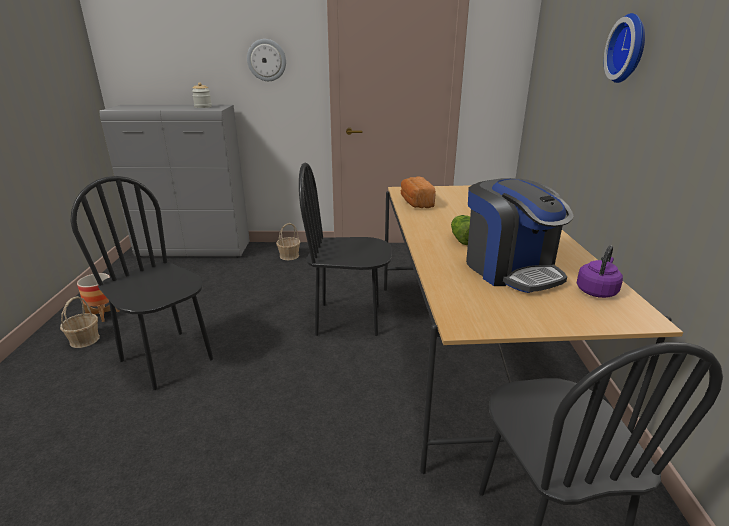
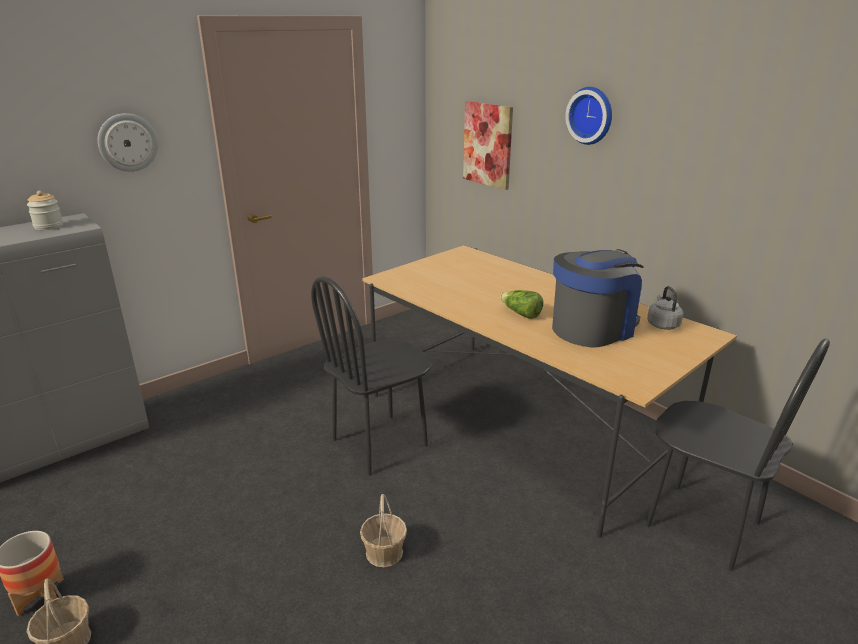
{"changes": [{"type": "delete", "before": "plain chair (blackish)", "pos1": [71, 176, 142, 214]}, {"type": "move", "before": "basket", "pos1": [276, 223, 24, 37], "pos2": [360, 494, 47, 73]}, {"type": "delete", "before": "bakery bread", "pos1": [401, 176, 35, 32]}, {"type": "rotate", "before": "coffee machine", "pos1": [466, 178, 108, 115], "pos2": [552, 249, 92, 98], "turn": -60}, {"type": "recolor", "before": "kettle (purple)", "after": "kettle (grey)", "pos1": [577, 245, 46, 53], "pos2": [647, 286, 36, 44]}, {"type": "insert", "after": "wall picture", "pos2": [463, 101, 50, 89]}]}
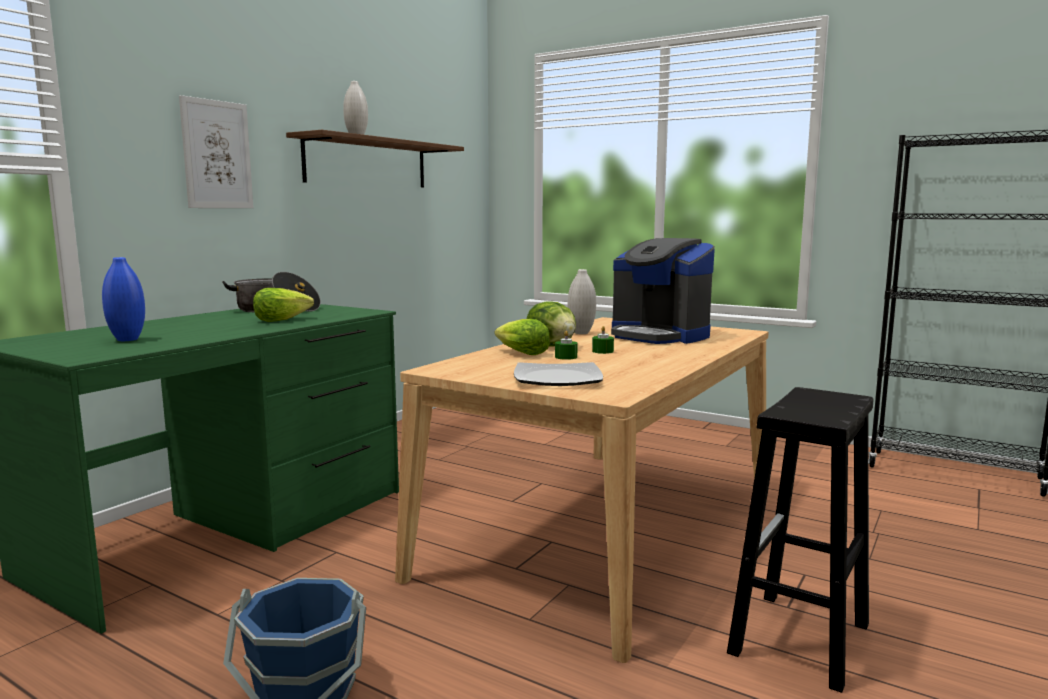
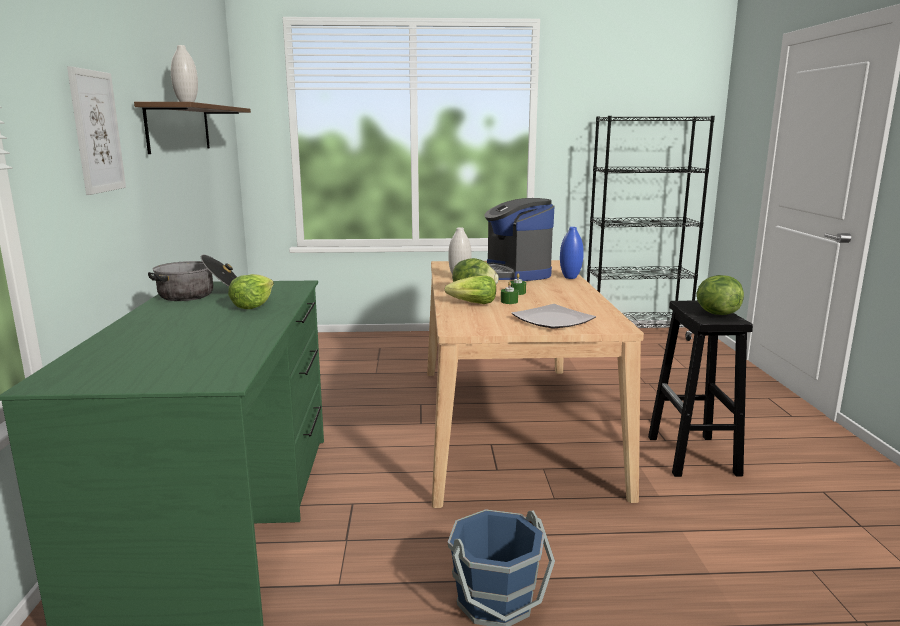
{"changes": [{"type": "move", "before": "decorative vase (blue)", "pos1": [102, 257, 43, 84], "pos2": [560, 227, 24, 52]}, {"type": "rotate", "before": "coffee machine", "pos1": [611, 238, 104, 106], "pos2": [485, 198, 69, 83], "turn": 60}, {"type": "insert", "after": "head of lettuce", "pos2": [697, 275, 47, 40]}]}
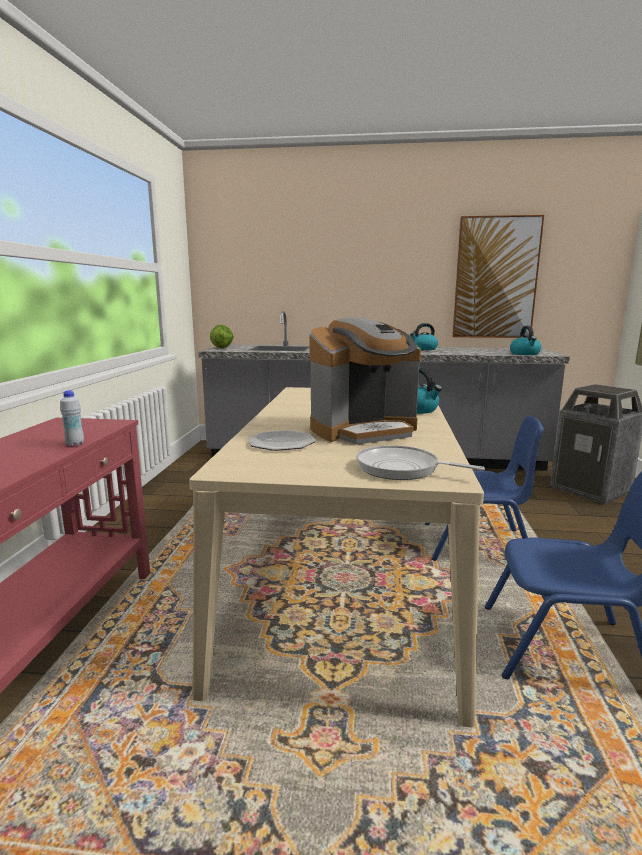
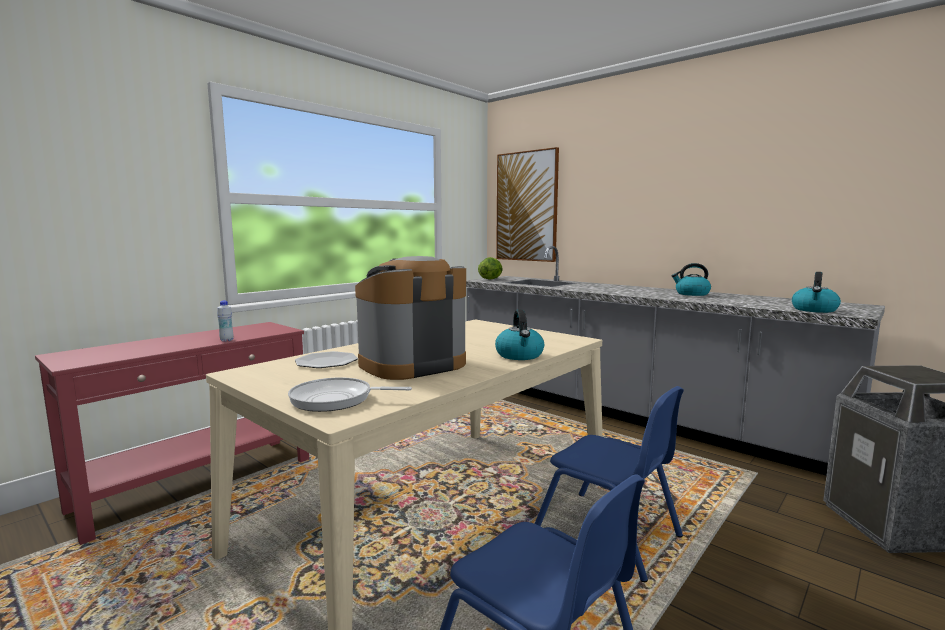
{"changes": [{"type": "rotate", "before": "coffee machine", "pos1": [309, 317, 112, 128], "pos2": [355, 256, 111, 124], "turn": 135}, {"type": "rotate", "before": "pan", "pos1": [356, 445, 129, 35], "pos2": [288, 377, 124, 35], "turn": -60}, {"type": "move", "before": "wall picture", "pos1": [452, 215, 92, 123], "pos2": [496, 147, 63, 115]}]}
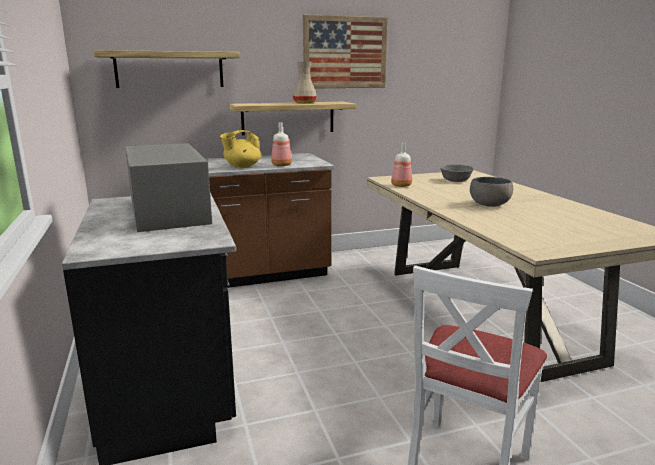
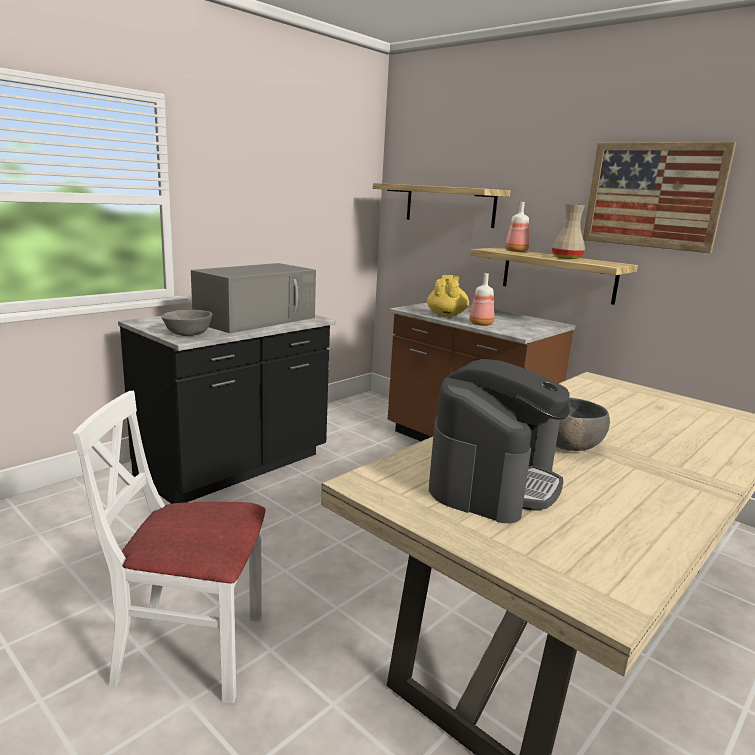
{"changes": [{"type": "rotate", "before": "pot for tea (yellow)", "pos1": [220, 130, 41, 38], "pos2": [427, 275, 42, 42], "turn": 75}, {"type": "move", "before": "bottle", "pos1": [391, 143, 21, 44], "pos2": [505, 202, 24, 50]}, {"type": "move", "before": "serving bowl (grey)", "pos1": [440, 164, 34, 18], "pos2": [161, 310, 51, 26]}, {"type": "insert", "after": "coffee machine", "pos2": [429, 359, 141, 164]}]}
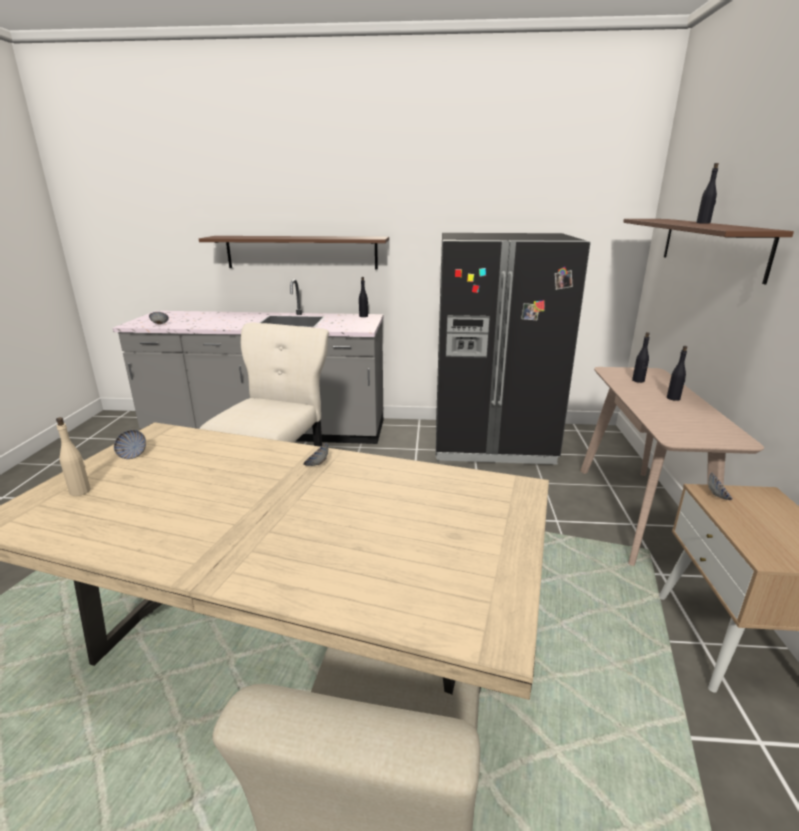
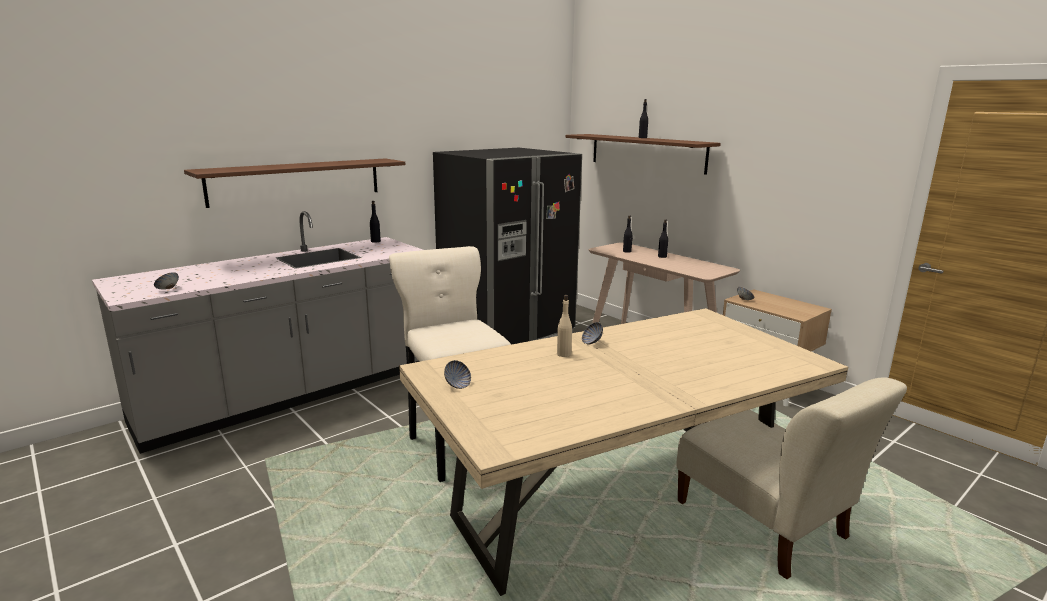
{"changes": [{"type": "move", "before": "bottle (beige)", "pos1": [56, 417, 35, 79], "pos2": [557, 295, 15, 62]}]}
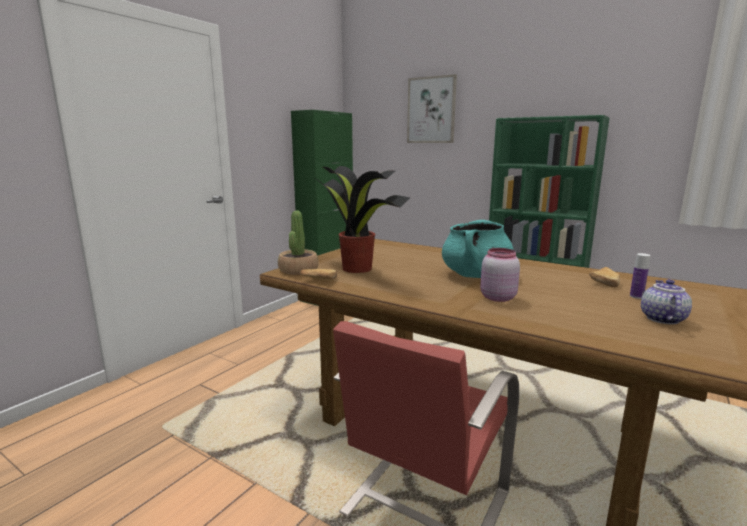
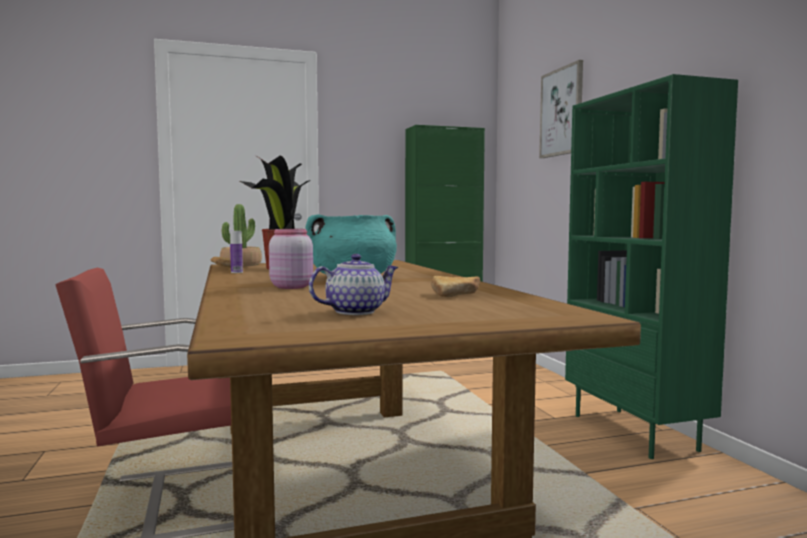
{"changes": [{"type": "move", "before": "bottle", "pos1": [630, 253, 21, 46], "pos2": [230, 231, 13, 42]}]}
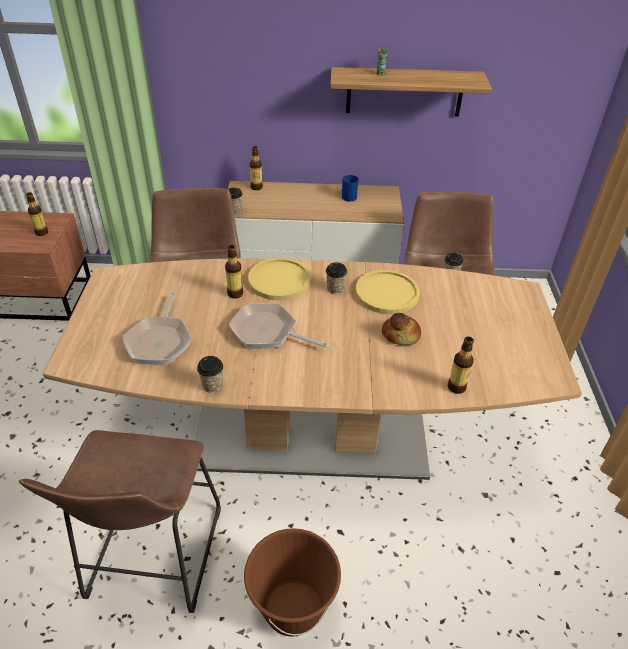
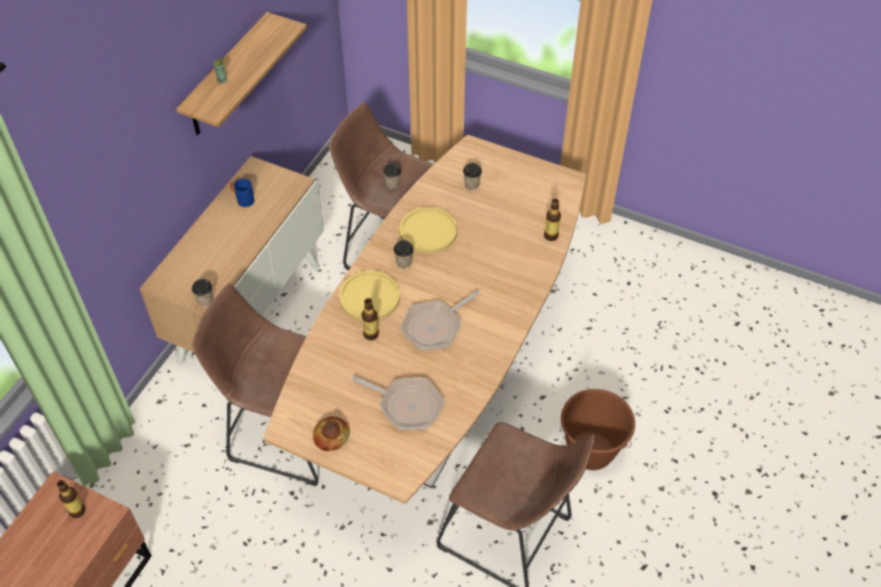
{"changes": [{"type": "move", "before": "drinking cup", "pos1": [197, 356, 26, 37], "pos2": [463, 163, 19, 27]}, {"type": "delete", "before": "bottle", "pos1": [250, 146, 13, 44]}, {"type": "move", "before": "bakery bread", "pos1": [382, 313, 39, 32], "pos2": [313, 416, 37, 35]}]}
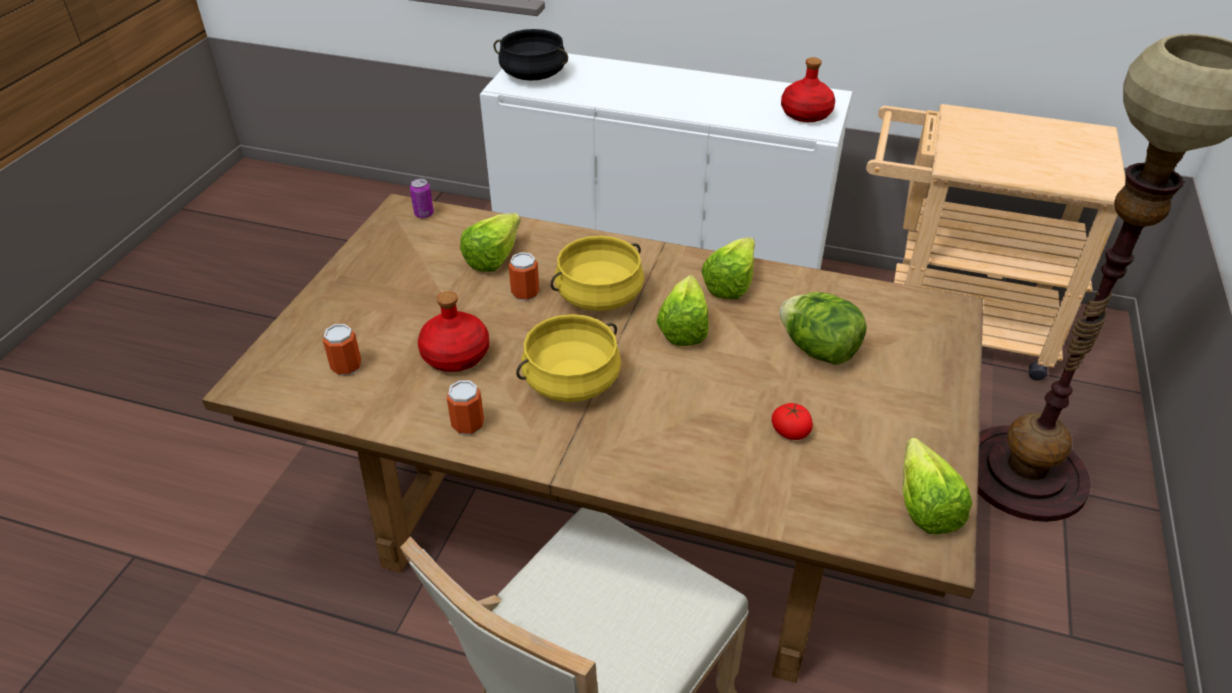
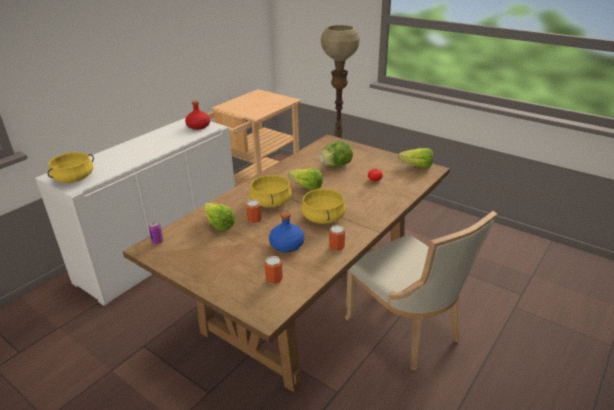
{"changes": [{"type": "recolor", "before": "bottle (red-coloured)", "after": "bottle (blue)", "pos1": [418, 291, 71, 81], "pos2": [269, 211, 35, 41]}, {"type": "recolor", "before": "saucepot (blackish)", "after": "saucepot (yellow)", "pos1": [494, 29, 74, 51], "pos2": [47, 152, 47, 31]}, {"type": "delete", "before": "head of lettuce", "pos1": [701, 237, 54, 62]}]}
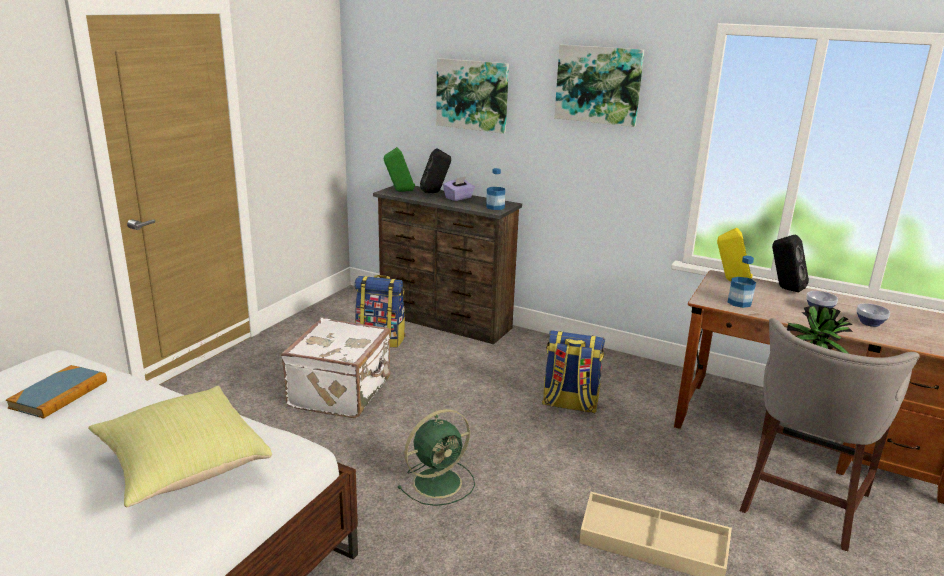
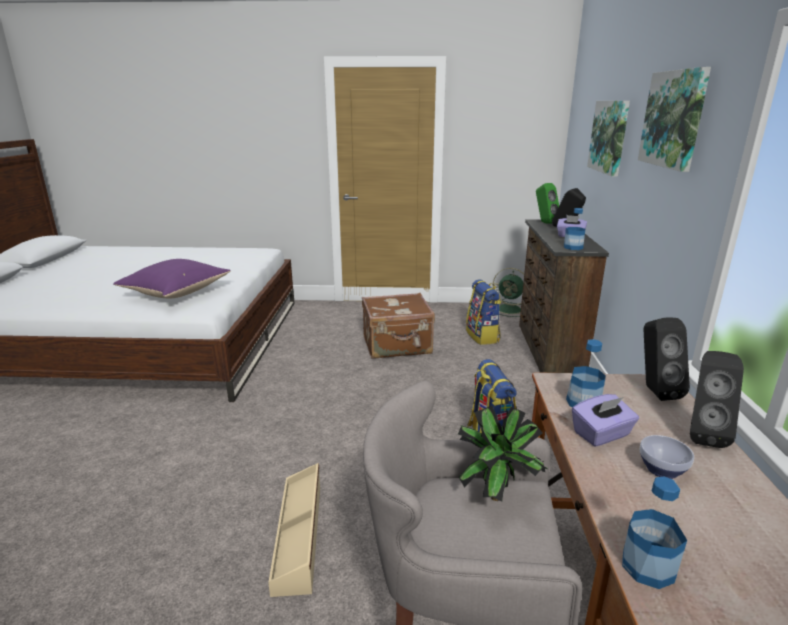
{"changes": [{"type": "delete", "before": "book", "pos1": [6, 365, 101, 54]}, {"type": "recolor", "before": "pillow (yellow)", "after": "pillow (purple)", "pos1": [88, 386, 184, 121], "pos2": [113, 259, 118, 40]}, {"type": "recolor", "before": "travel case (white-coloured)", "after": "travel case (brown)", "pos1": [281, 318, 110, 100], "pos2": [362, 293, 73, 66]}, {"type": "move", "before": "cooling fan (green-coloured)", "pos1": [397, 409, 78, 97], "pos2": [493, 268, 31, 49]}, {"type": "recolor", "before": "audio speaker (yellow)", "after": "audio speaker (blackish)", "pos1": [717, 228, 36, 53], "pos2": [644, 318, 46, 83]}, {"type": "delete", "before": "serving bowl", "pos1": [856, 303, 34, 24]}, {"type": "insert", "after": "box of tissues (purple)", "pos2": [572, 394, 67, 52]}, {"type": "insert", "after": "bottle", "pos2": [622, 476, 65, 113]}]}
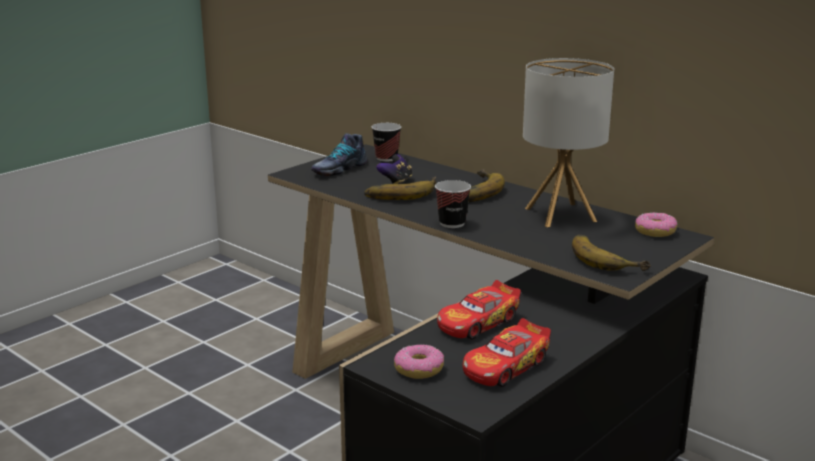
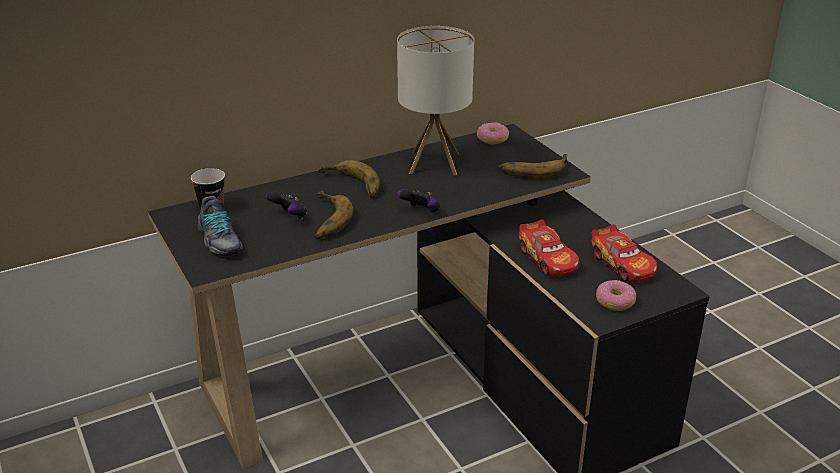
{"changes": [{"type": "replace", "before": "drinking cup", "after": "gamepad", "pos1": [435, 180, 36, 48], "pos2": [398, 189, 42, 24]}]}
